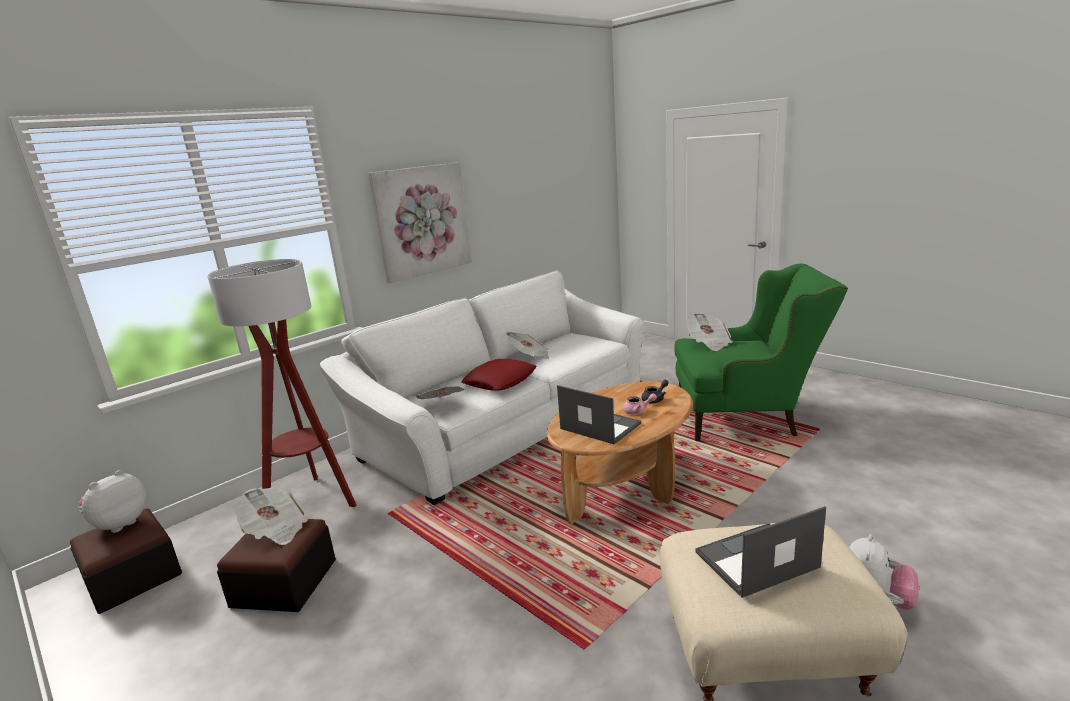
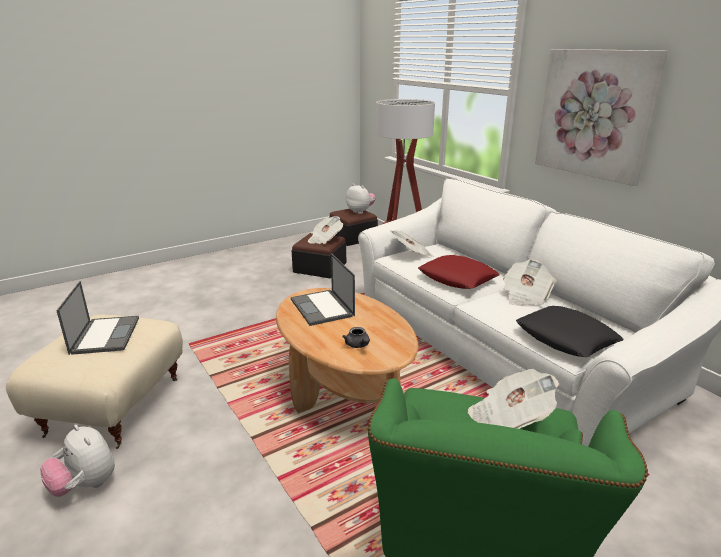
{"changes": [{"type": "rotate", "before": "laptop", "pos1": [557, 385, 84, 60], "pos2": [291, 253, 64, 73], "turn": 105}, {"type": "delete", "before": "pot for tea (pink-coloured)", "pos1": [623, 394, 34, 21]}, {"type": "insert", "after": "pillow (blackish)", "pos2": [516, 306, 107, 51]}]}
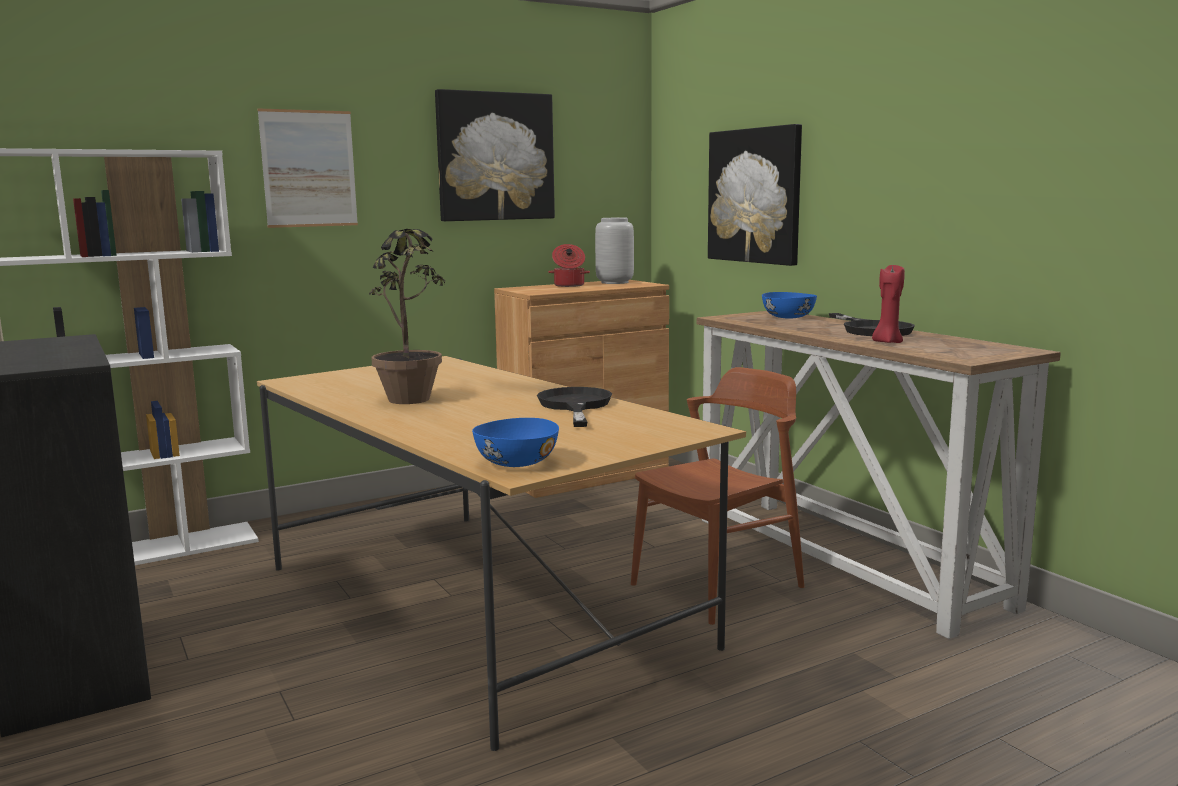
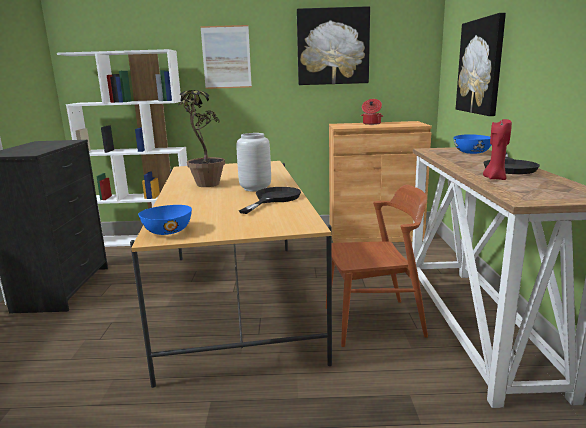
{"changes": [{"type": "move", "before": "decorative vase (grey)", "pos1": [595, 218, 39, 66], "pos2": [237, 133, 34, 59]}]}
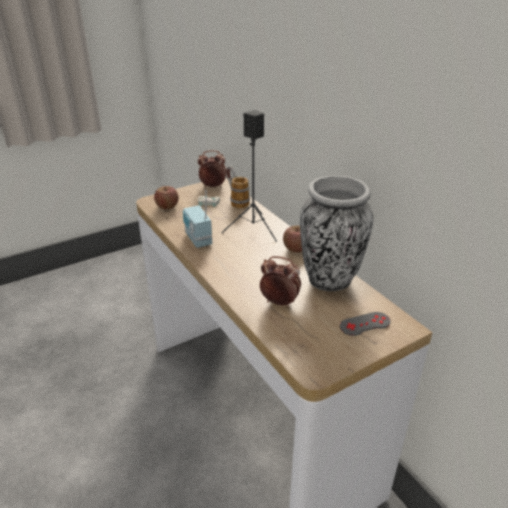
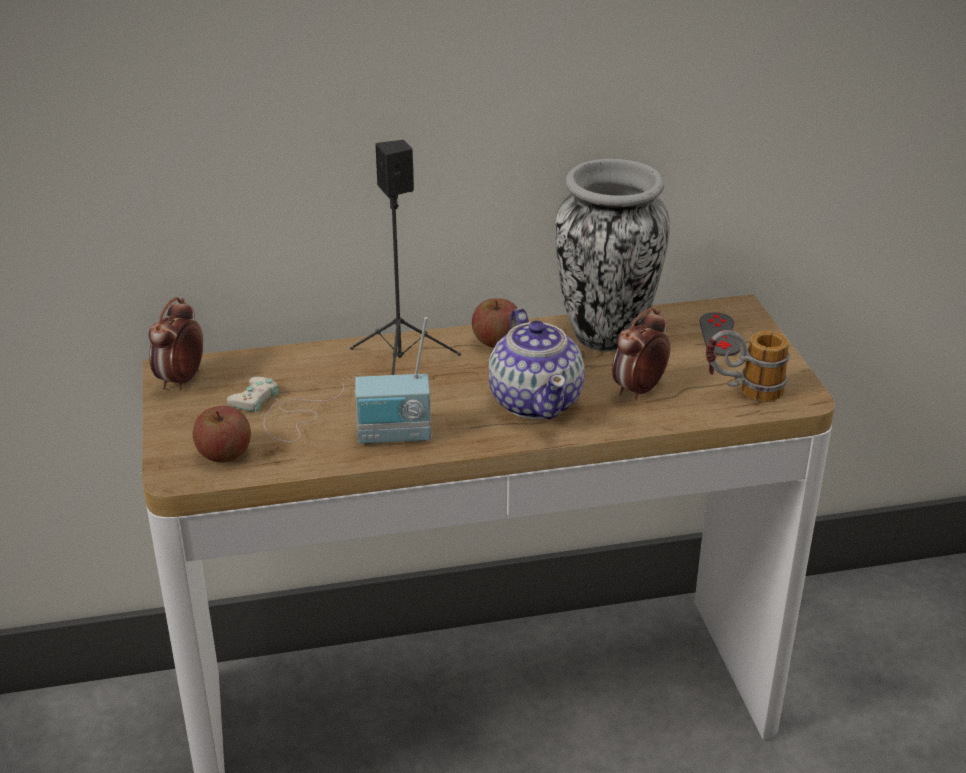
{"changes": [{"type": "move", "before": "mug", "pos1": [226, 166, 24, 43], "pos2": [706, 330, 84, 72]}, {"type": "insert", "after": "pot for tea", "pos2": [488, 308, 97, 112]}]}
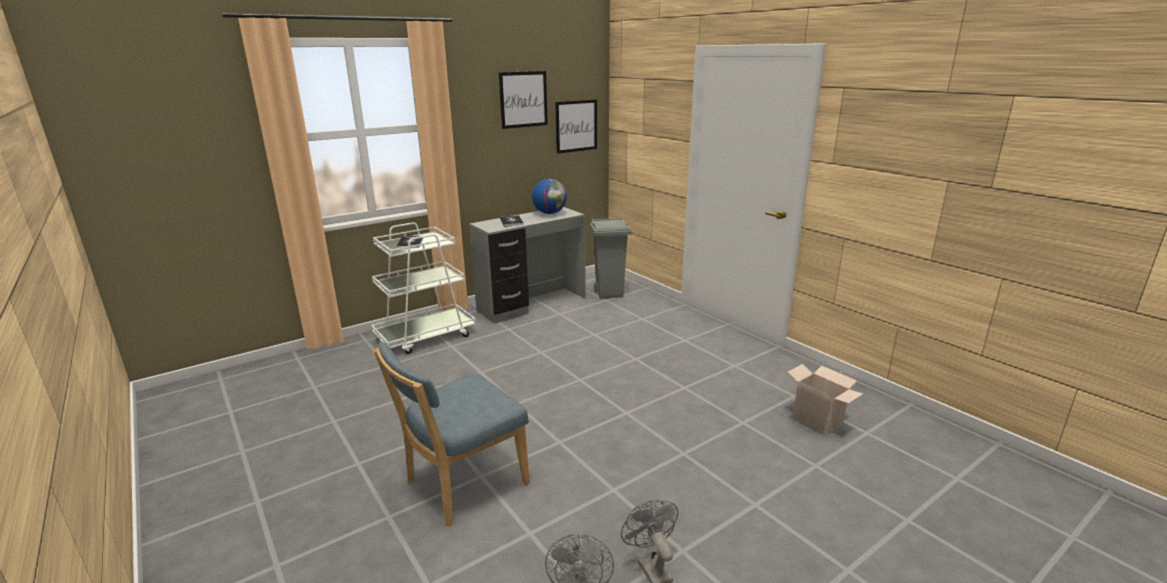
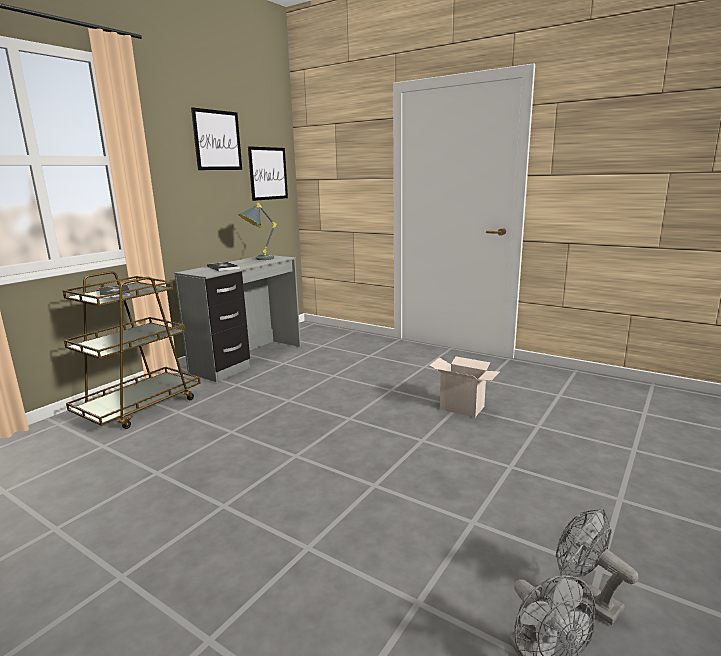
{"changes": [{"type": "recolor", "before": "trolley (white-coloured)", "after": "trolley (brown)", "pos1": [371, 222, 105, 132], "pos2": [62, 271, 139, 158]}, {"type": "delete", "before": "plain chair (blue)", "pos1": [374, 342, 156, 185]}, {"type": "replace", "before": "globe", "after": "lamp for a table (grey)", "pos1": [532, 179, 35, 35], "pos2": [238, 203, 39, 57]}, {"type": "delete", "before": "waste bin (grey)", "pos1": [590, 217, 42, 82]}, {"type": "move", "before": "cardboard box", "pos1": [788, 364, 75, 71], "pos2": [429, 357, 71, 61]}]}
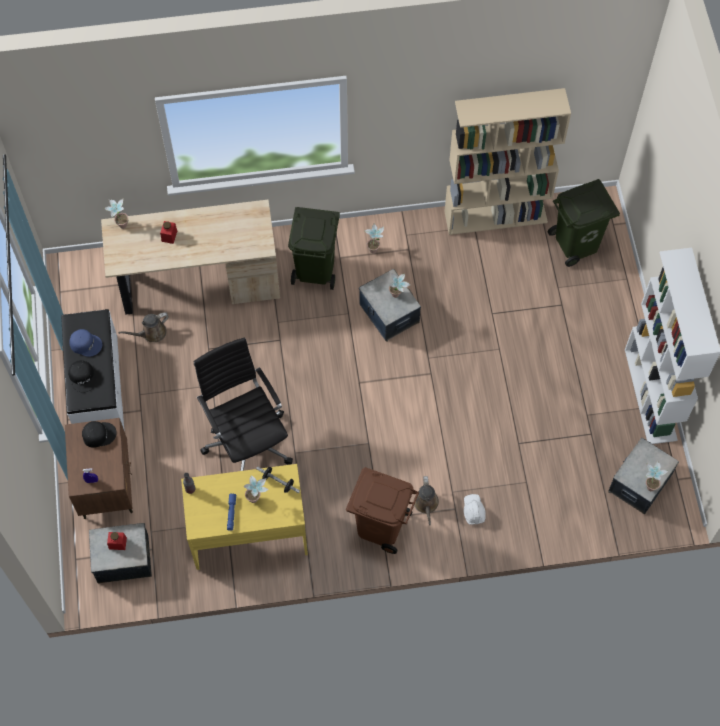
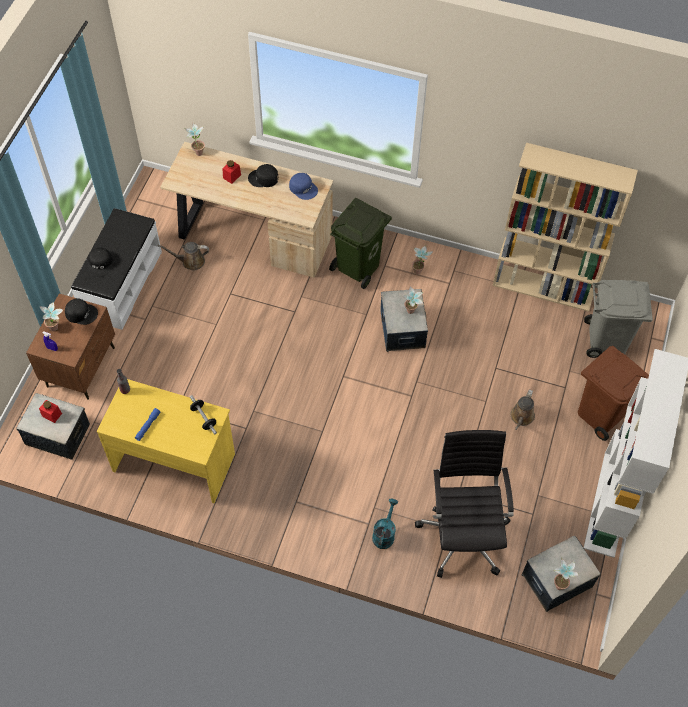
{"changes": [{"type": "move", "before": "cap (blue)", "pos1": [69, 329, 33, 28], "pos2": [289, 173, 29, 27]}, {"type": "move", "before": "office chair (blackish)", "pos1": [193, 337, 100, 134], "pos2": [415, 430, 99, 148]}, {"type": "move", "before": "plant in a pot", "pos1": [244, 476, 24, 27], "pos2": [39, 302, 25, 29]}, {"type": "move", "before": "waste bin (brown)", "pos1": [346, 467, 73, 87], "pos2": [578, 346, 71, 95]}, {"type": "move", "before": "watering can (brown)", "pos1": [414, 476, 25, 49], "pos2": [510, 389, 25, 41]}, {"type": "replace", "before": "hard hat (white-coloured)", "after": "watering can (blue-green)", "pos1": [464, 494, 22, 30], "pos2": [372, 499, 26, 50]}, {"type": "recolor", "before": "waste bin (green-coloured)", "after": "waste bin (grey)", "pos1": [548, 179, 72, 88], "pos2": [584, 280, 69, 78]}, {"type": "insert", "after": "cap (blackish)", "pos2": [248, 164, 30, 23]}]}
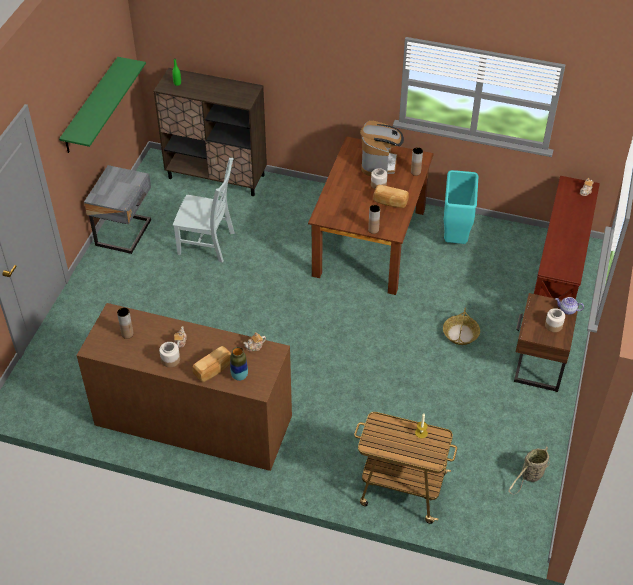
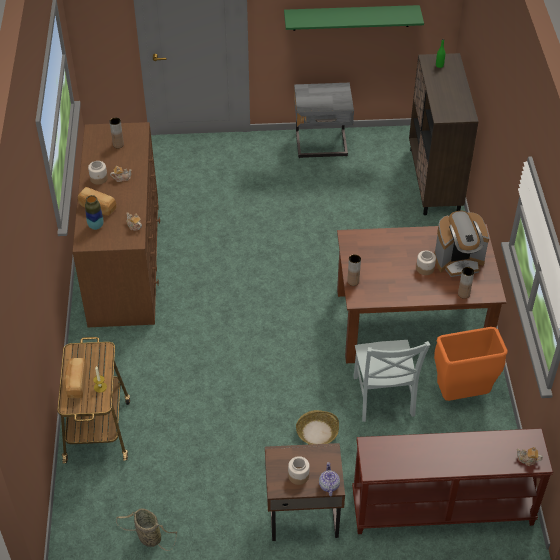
{"changes": [{"type": "move", "before": "plain chair (grey)", "pos1": [173, 158, 61, 104], "pos2": [353, 340, 77, 82]}, {"type": "move", "before": "bakery bread", "pos1": [373, 184, 36, 24], "pos2": [65, 358, 22, 40]}, {"type": "recolor", "before": "waste bin (blue-green)", "after": "waste bin (orange)", "pos1": [444, 170, 34, 74], "pos2": [434, 327, 74, 74]}]}
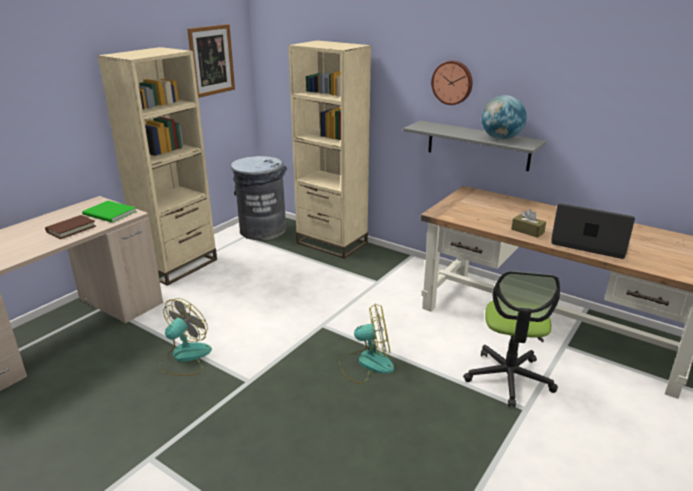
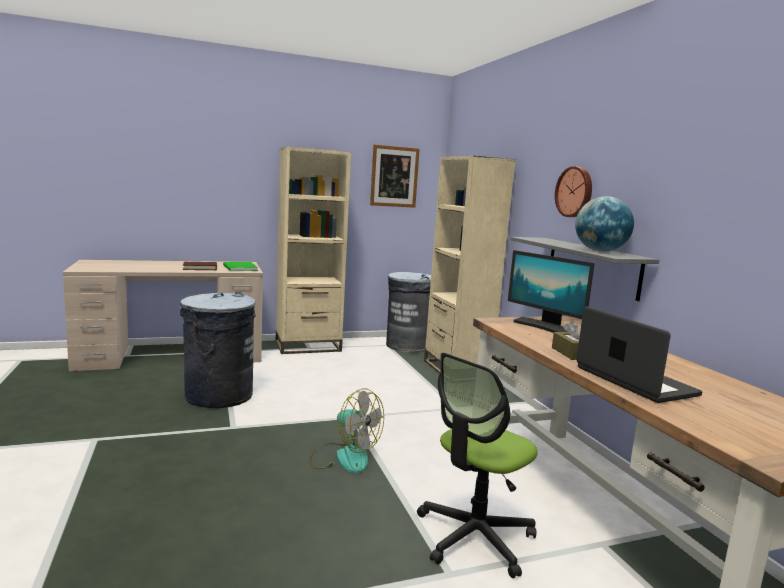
{"changes": [{"type": "replace", "before": "cooling fan", "after": "waste bin (grey)", "pos1": [159, 298, 53, 78], "pos2": [180, 291, 76, 117]}, {"type": "insert", "after": "computer screen", "pos2": [508, 250, 87, 83]}]}
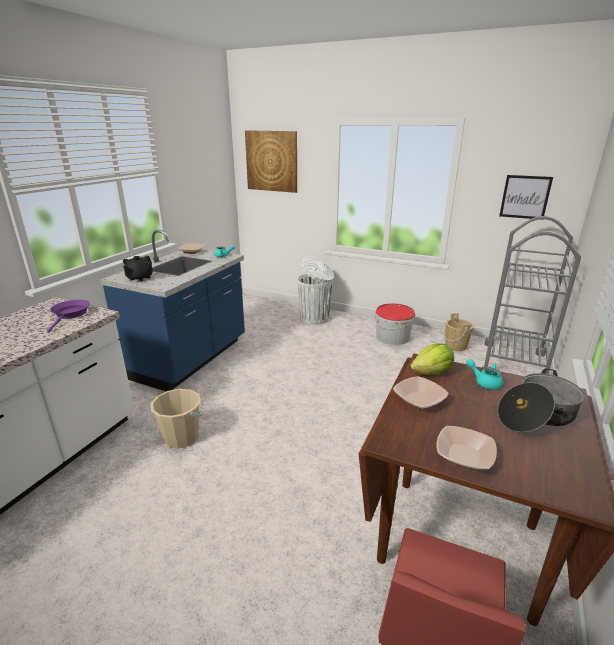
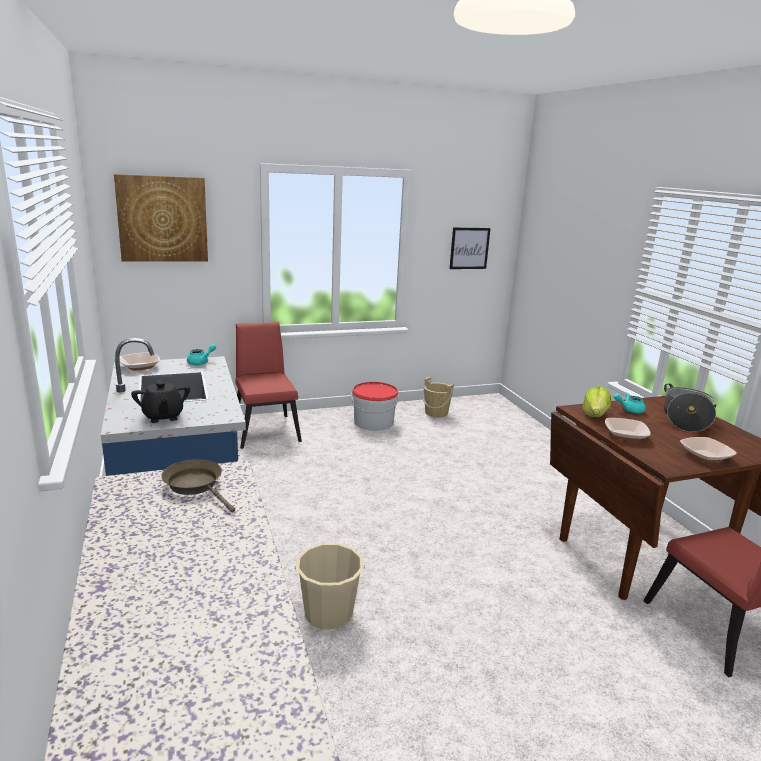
{"changes": [{"type": "recolor", "before": "pan (purple)", "after": "pan (brown)", "pos1": [47, 300, 43, 32], "pos2": [161, 459, 74, 53]}, {"type": "replace", "before": "waste bin (white-coloured)", "after": "plain chair (red-coloured)", "pos1": [297, 256, 37, 69], "pos2": [236, 322, 66, 127]}, {"type": "delete", "before": "trolley (grey)", "pos1": [482, 216, 99, 158]}]}
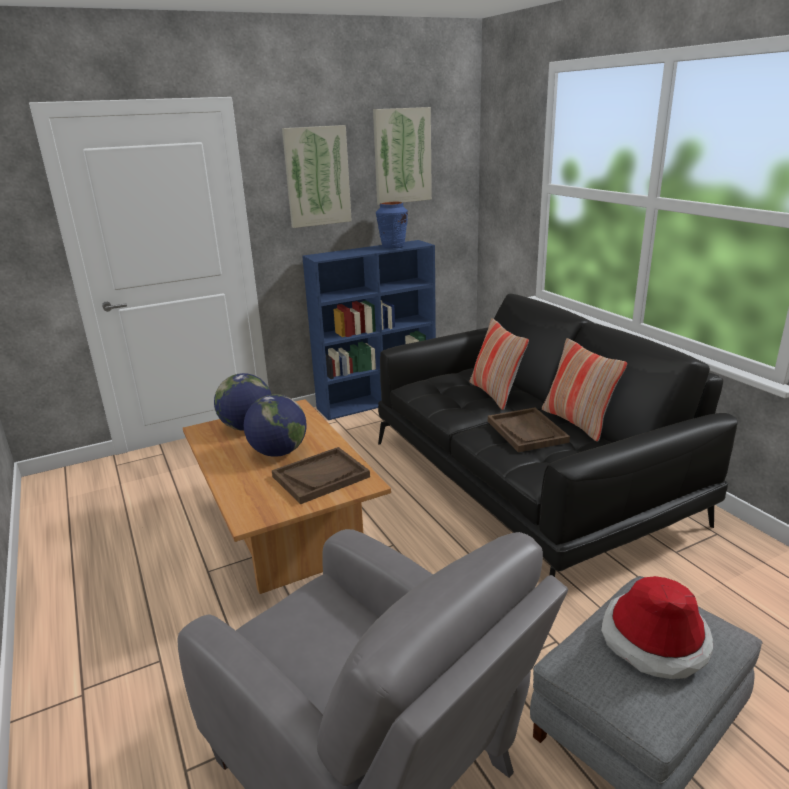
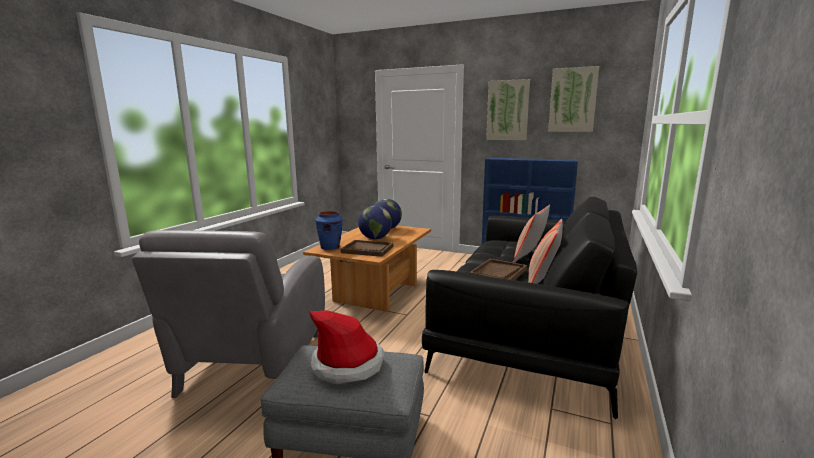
{"changes": [{"type": "move", "before": "decorative vase (blue)", "pos1": [376, 202, 32, 47], "pos2": [315, 211, 28, 39]}]}
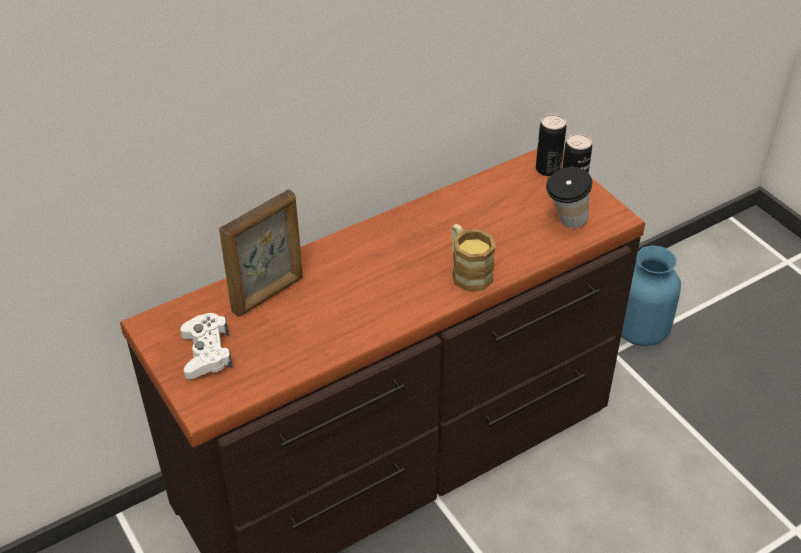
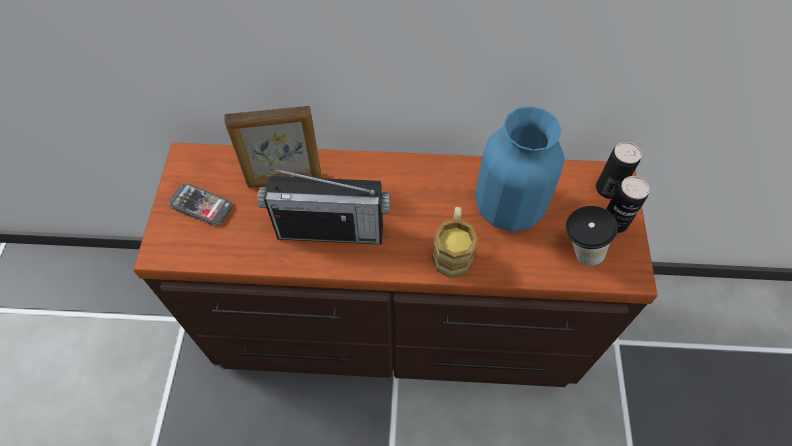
{"changes": [{"type": "replace", "before": "gamepad (white-coloured)", "after": "telephone", "pos1": [181, 313, 52, 67], "pos2": [169, 183, 64, 43]}, {"type": "move", "before": "decorative vase (blue)", "pos1": [621, 245, 60, 101], "pos2": [475, 106, 90, 125]}, {"type": "insert", "after": "radio", "pos2": [258, 168, 132, 76]}]}
